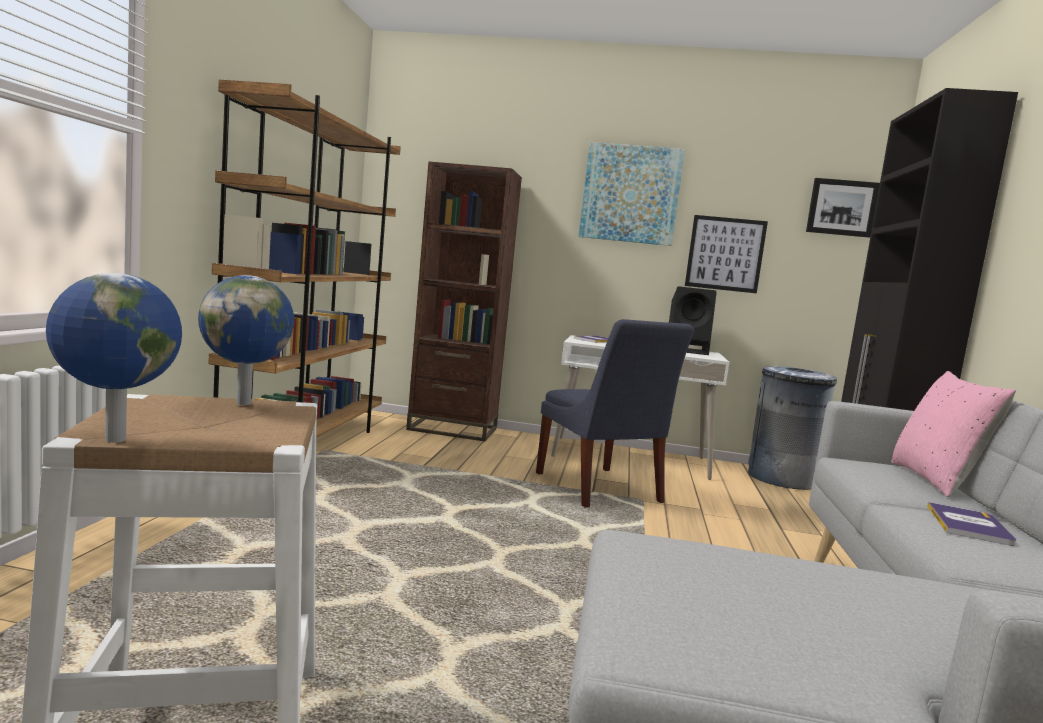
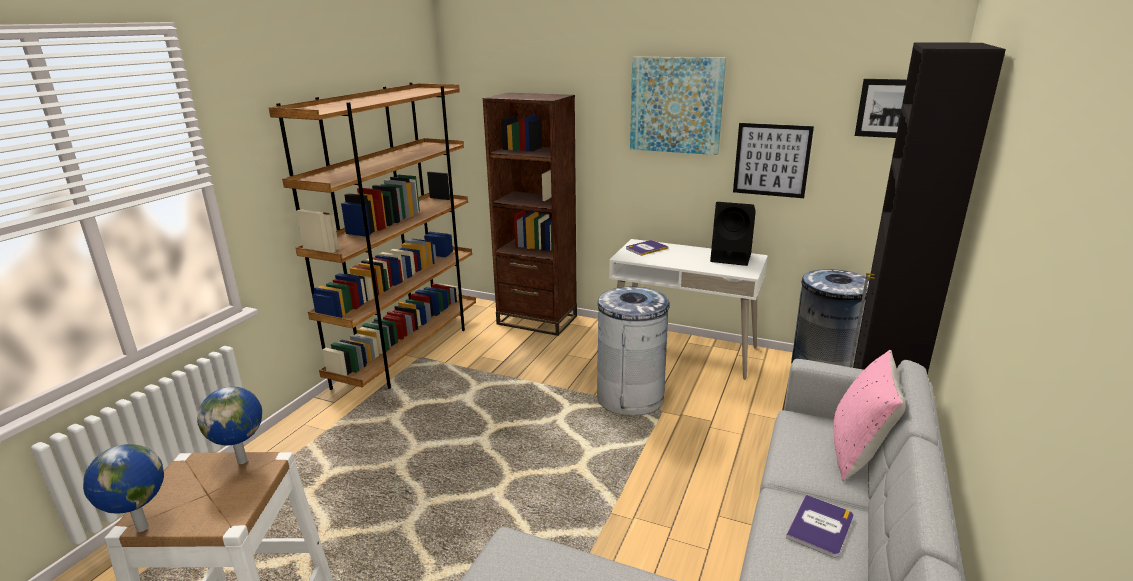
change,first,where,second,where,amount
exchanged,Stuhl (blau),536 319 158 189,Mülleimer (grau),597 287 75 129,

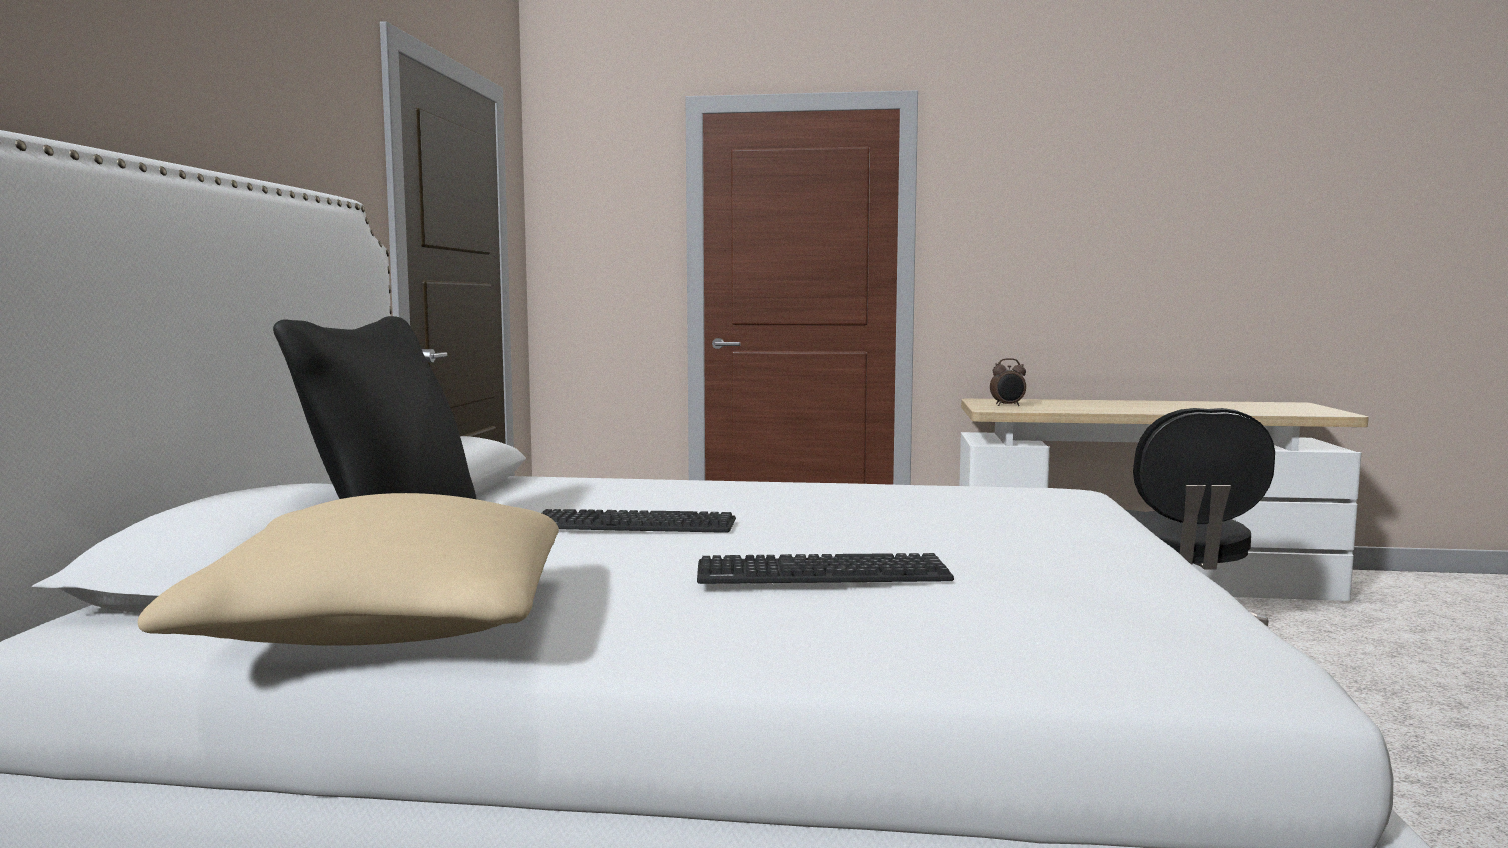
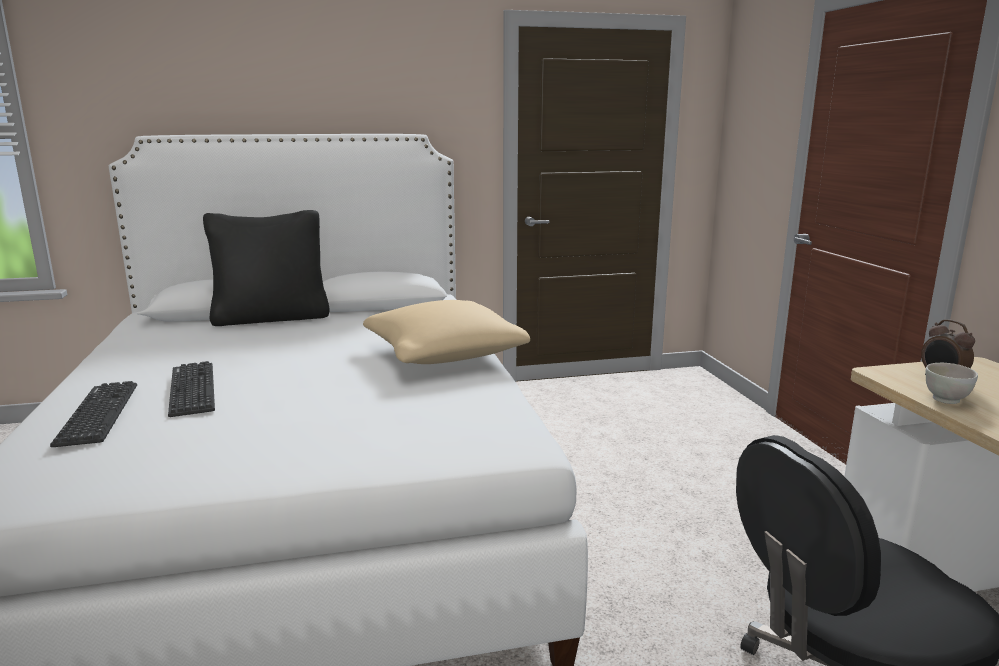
change,first,where,second,where,amount
appeared,,,Schüssel (weiß),926 363 52 41,
relocated,Kissen (beige),138 493 421 153,,363 300 167 64,
relocated,Tastatur,542 509 194 24,,50 381 87 66,

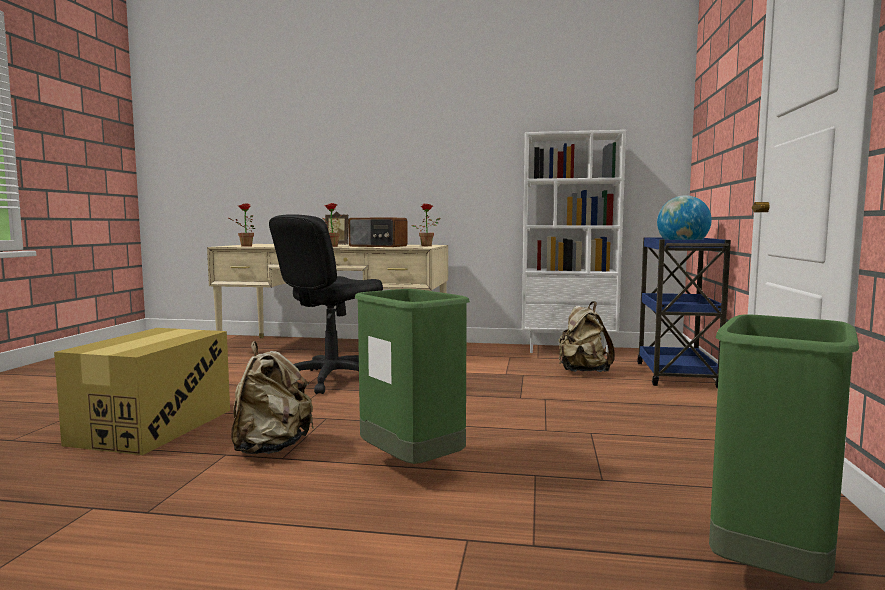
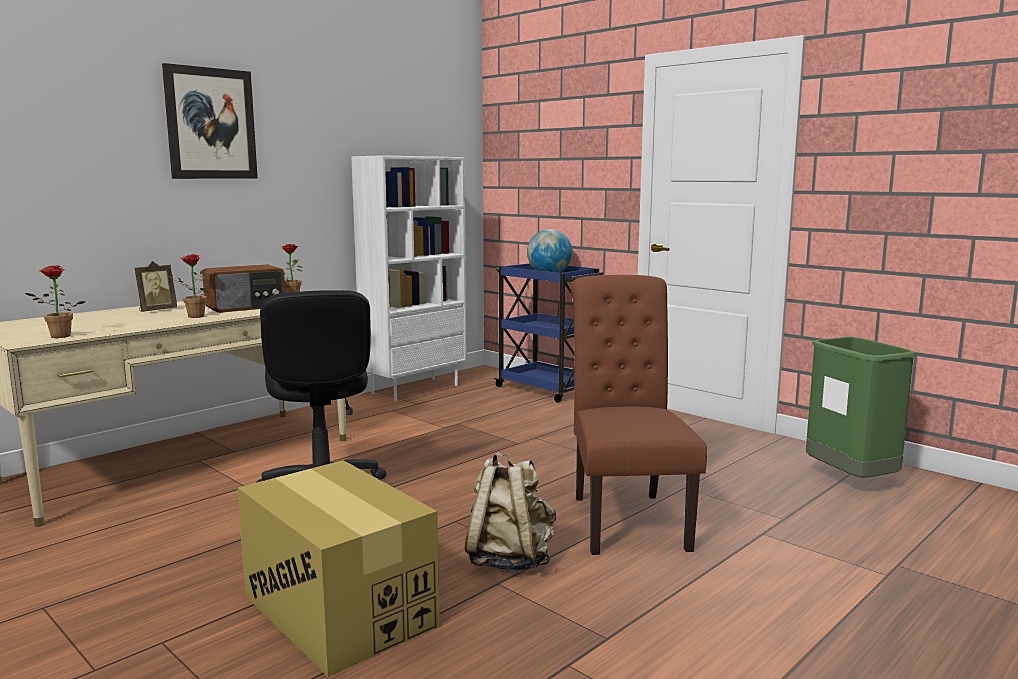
change,first,where,second,where,amount
missing,Rucksack (beige),559 301 56 71,,,
appeared,,,Bild,162 63 96 116,
exchanged,Mülleimer (grün),355 289 115 175,Stuhl (braun),571 275 136 280,

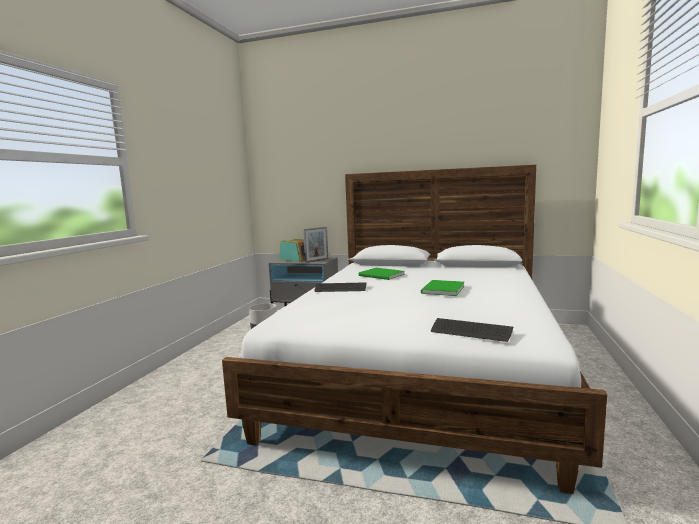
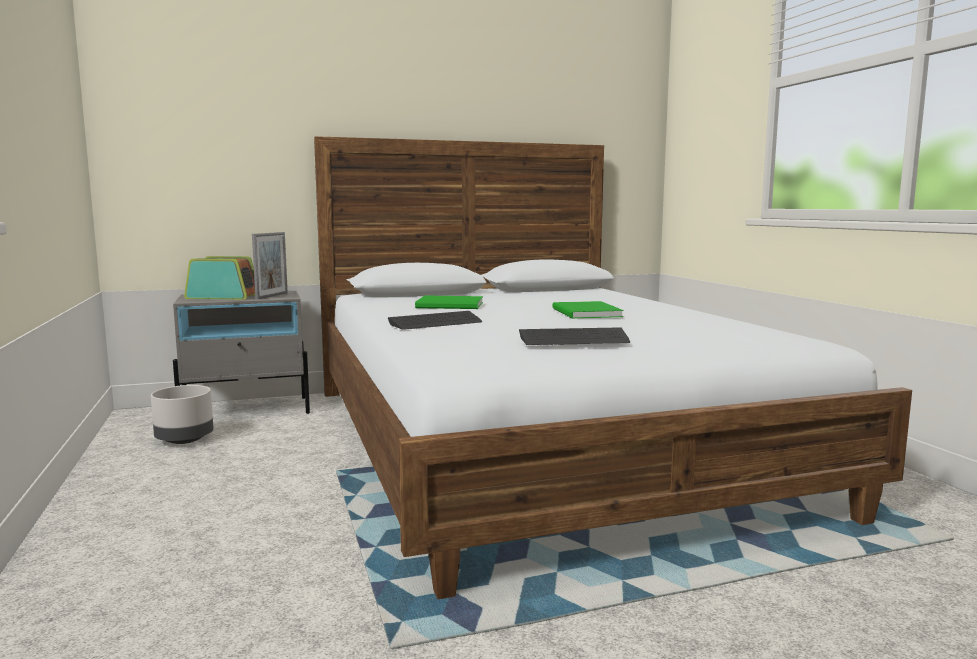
change,first,where,second,where,amount
relocated,Tastatur,431 318 82 24,,519 327 111 18,

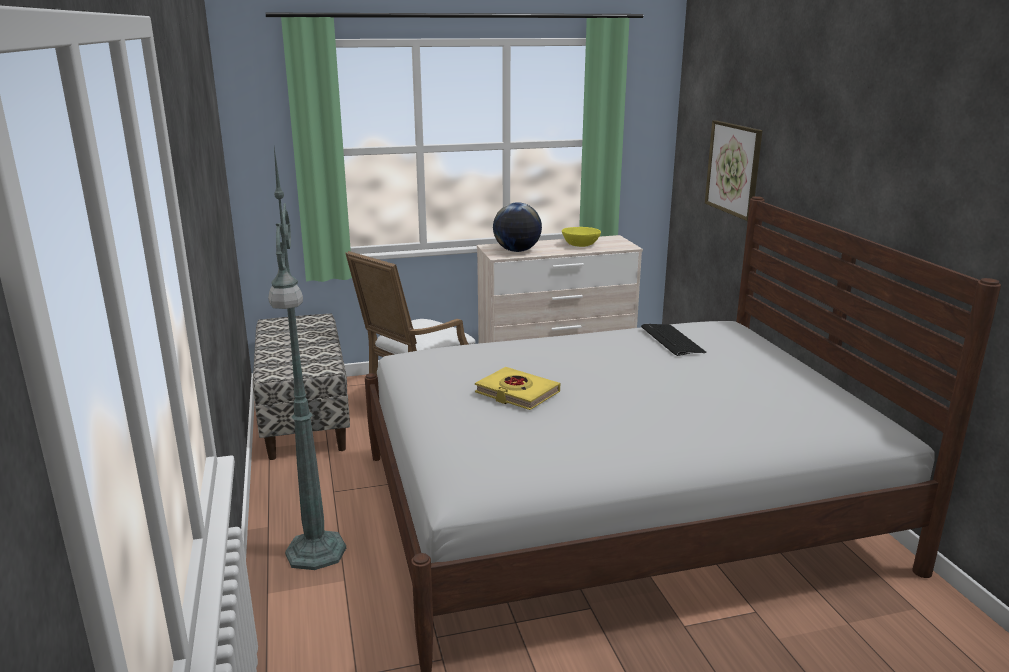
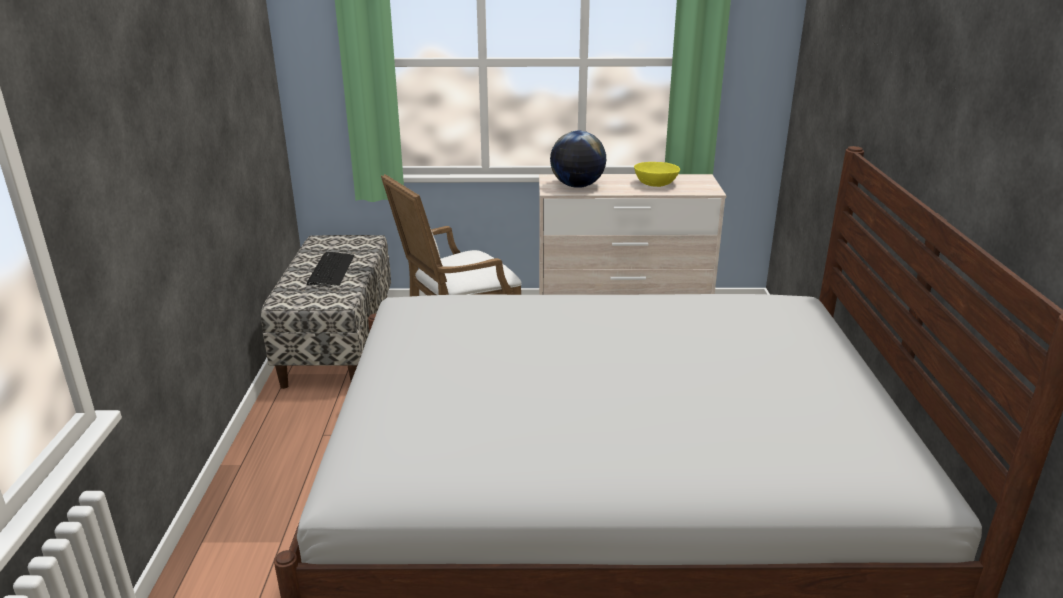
change,first,where,second,where,amount
missing,Stehlampe (grün),268 148 78 422,,,
missing,Buch (gelb),475 367 85 43,,,
missing,Bild,705 120 57 101,,,
relocated,Tastatur,641 324 65 32,,307 252 47 34,

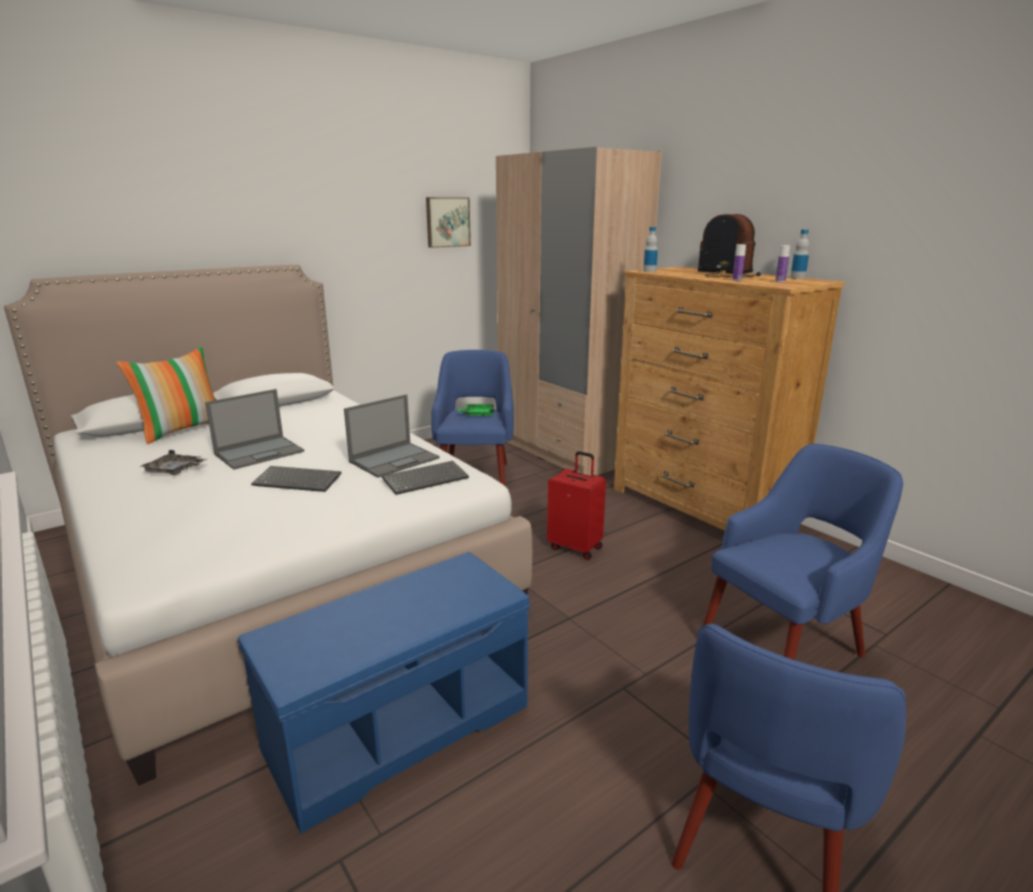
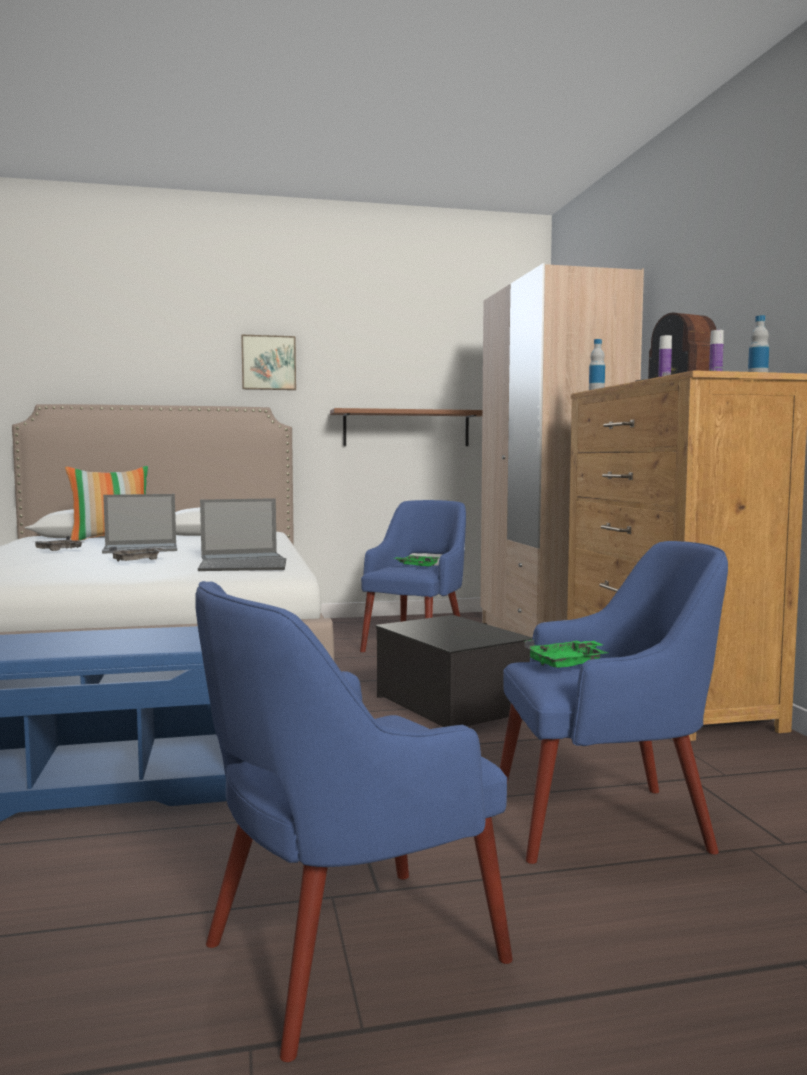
change,first,where,second,where,amount
appeared,,,Wandregal (braun),330 408 152 38,
appeared,,,Tablett (grün),525 640 83 28,
relocated,Bild,426 197 45 51,,241 334 55 56,
exchanged,Tastatur,251 466 90 26,Tablett (grau),109 546 58 16,
exchanged,Koffer (rot),547 451 59 109,Aufbewahrungsbox,375 615 157 112,

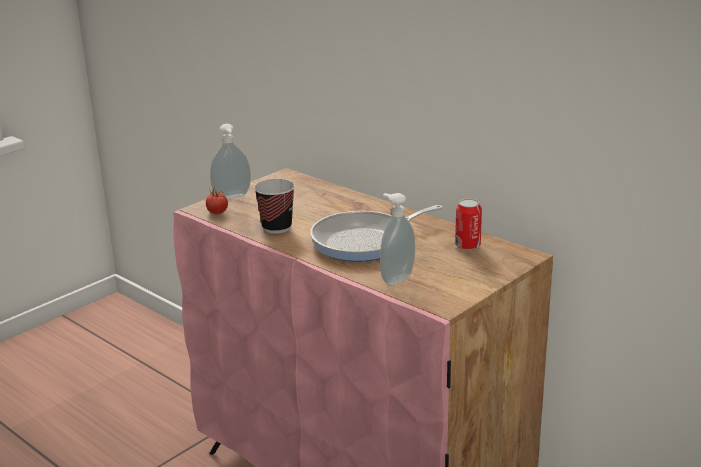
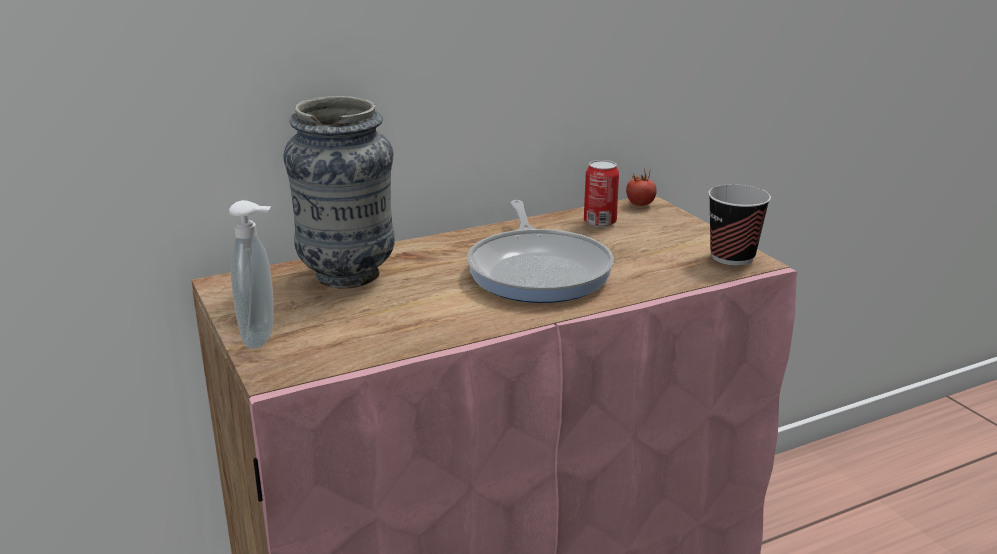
change,first,where,second,where,amount
missing,Seifenspender,380 193 35 92,,,
appeared,,,Vase,283 96 112 192,
relocated,Tomate,206 187 22 27,,626 169 31 37,
relocated,Tasse,254 179 41 55,,708 184 63 82,

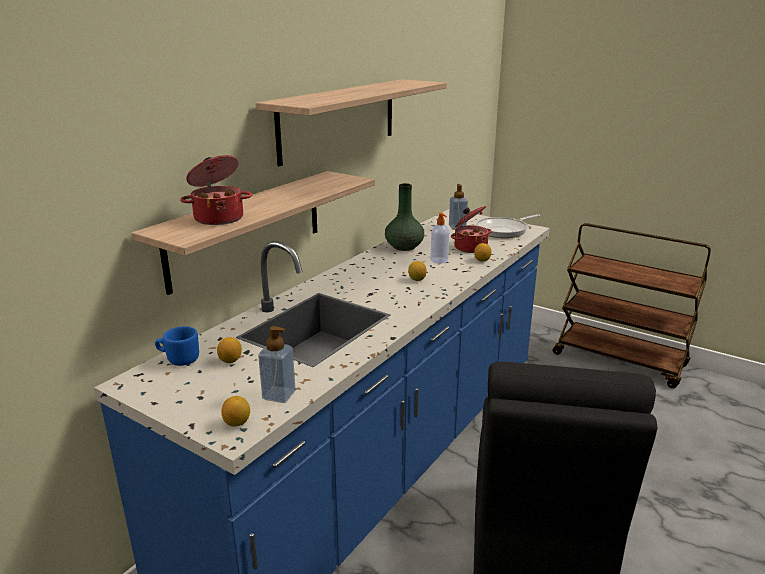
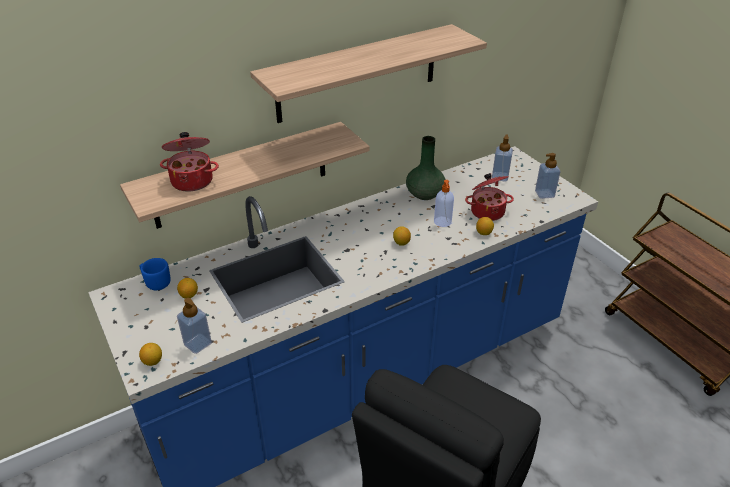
change,first,where,second,where,amount
exchanged,Pfanne,477 214 63 24,Seifenspender,535 153 25 46,

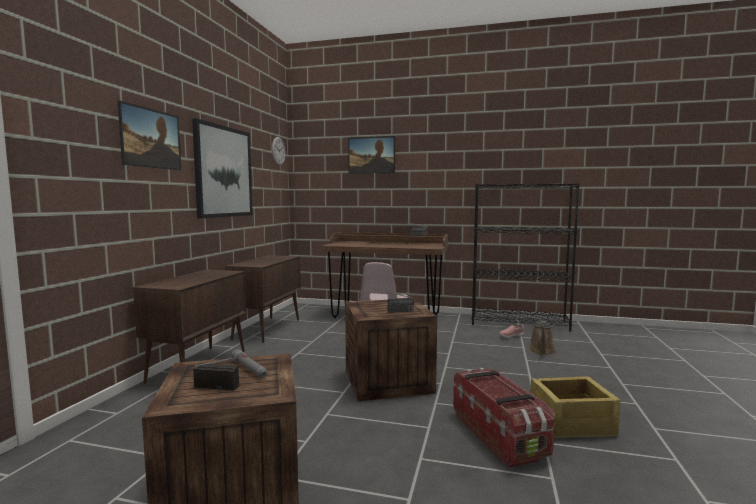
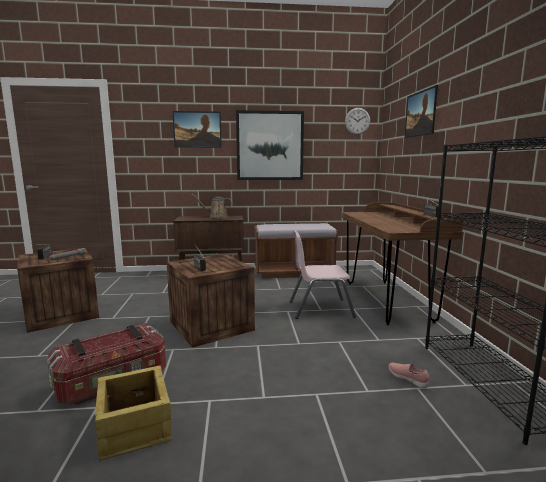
change,first,where,second,where,amount
relocated,Gießkanne (braun),529 321 27 34,,192 194 40 25,
exchanged,Schrank (braun),225 255 76 88,Bank (braun),254 223 84 55,

